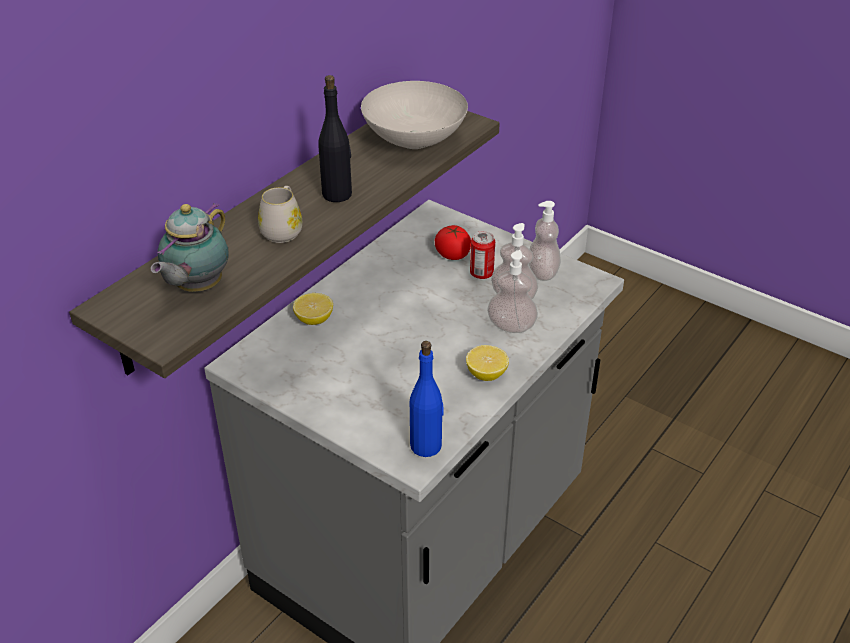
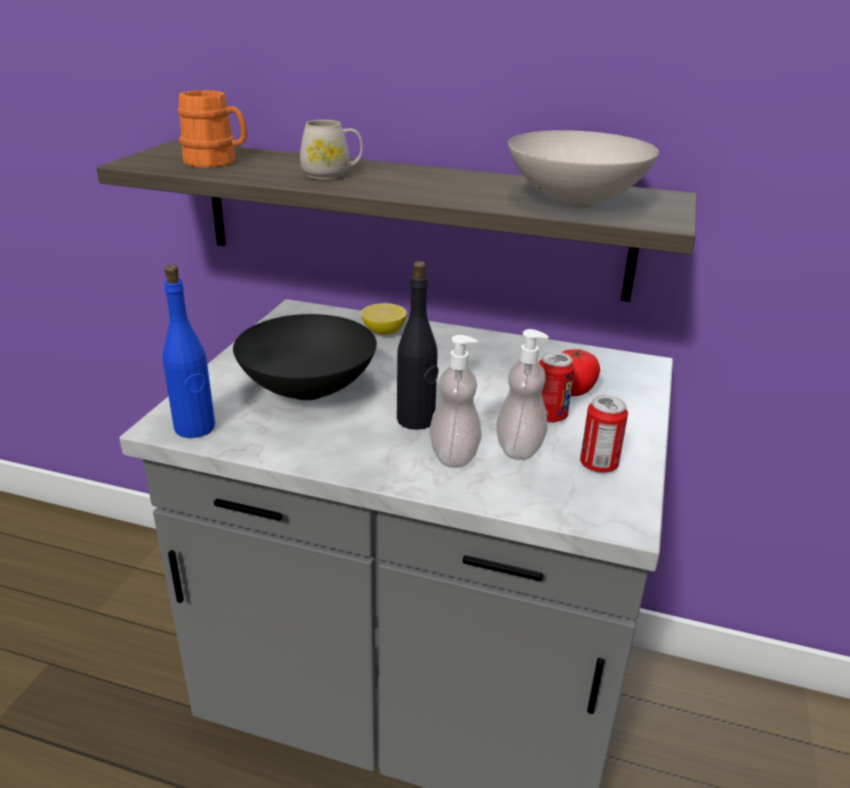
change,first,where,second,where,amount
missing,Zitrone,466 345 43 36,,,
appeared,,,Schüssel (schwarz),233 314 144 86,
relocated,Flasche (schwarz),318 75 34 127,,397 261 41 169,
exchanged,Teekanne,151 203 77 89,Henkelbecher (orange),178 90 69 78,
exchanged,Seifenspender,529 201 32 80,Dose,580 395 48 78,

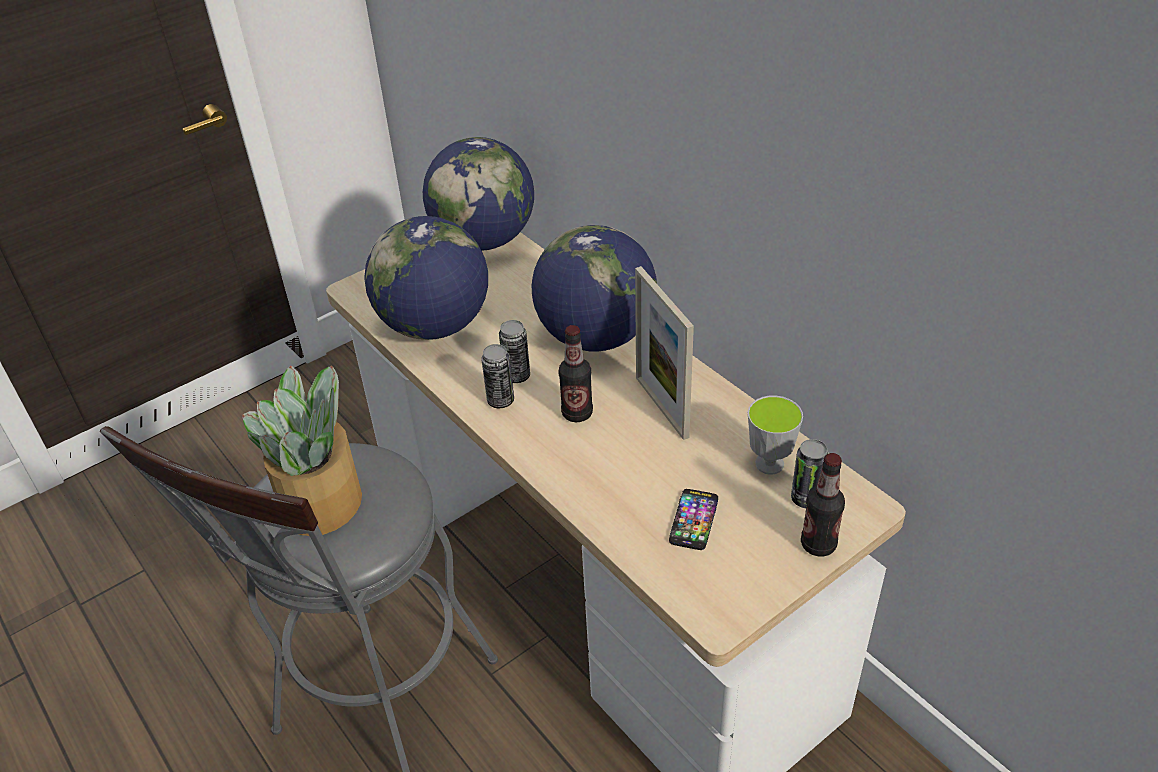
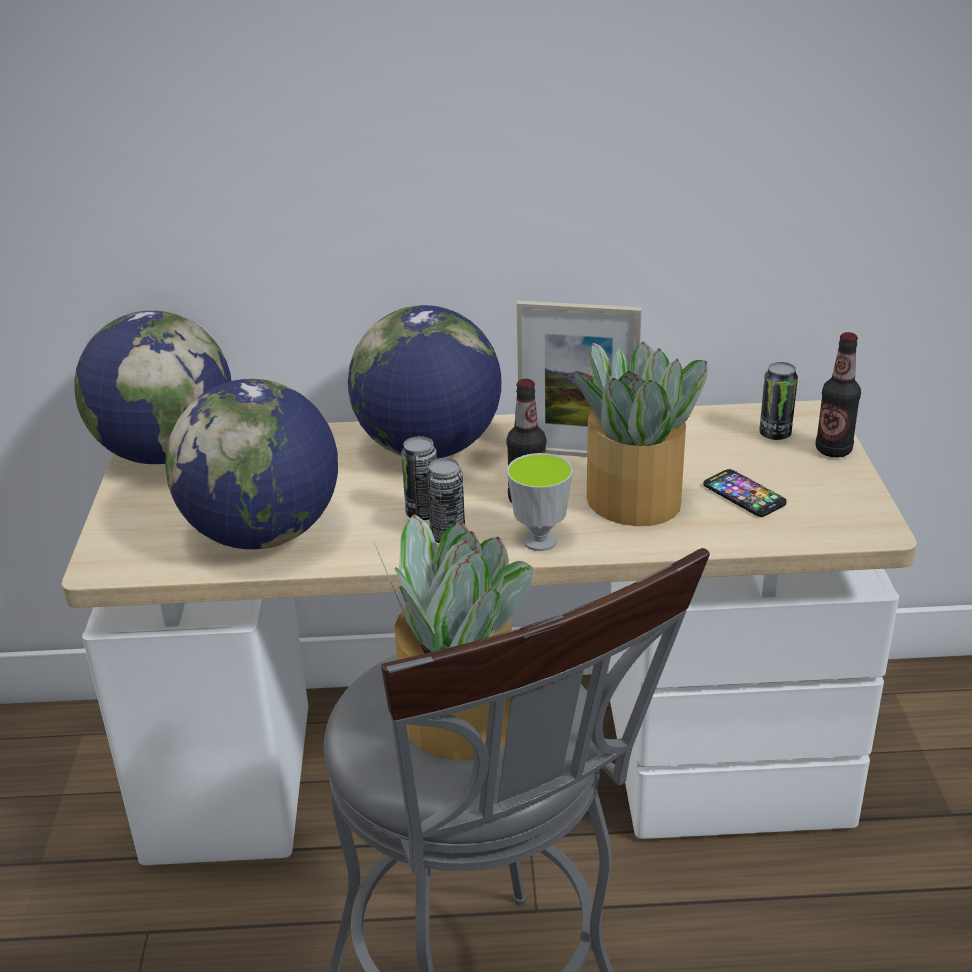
change,first,where,second,where,amount
appeared,,,Topfpflanze,575 342 132 184,
relocated,Tasse,748 396 55 79,,507 453 66 98,

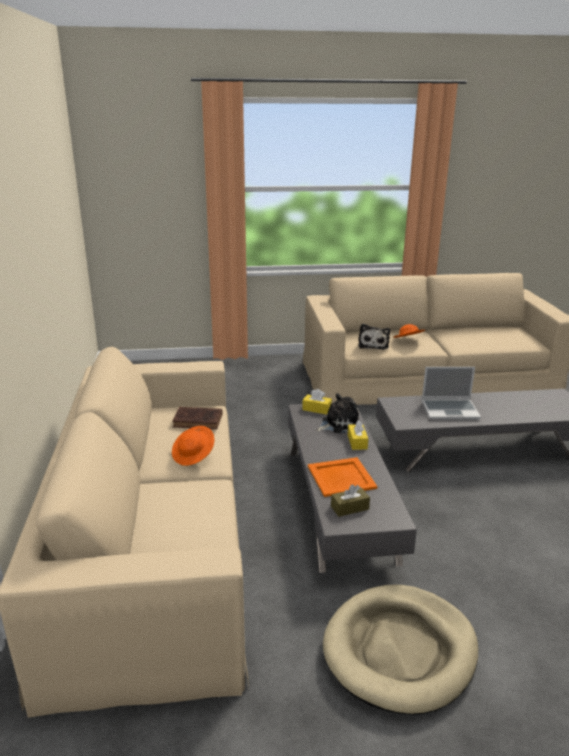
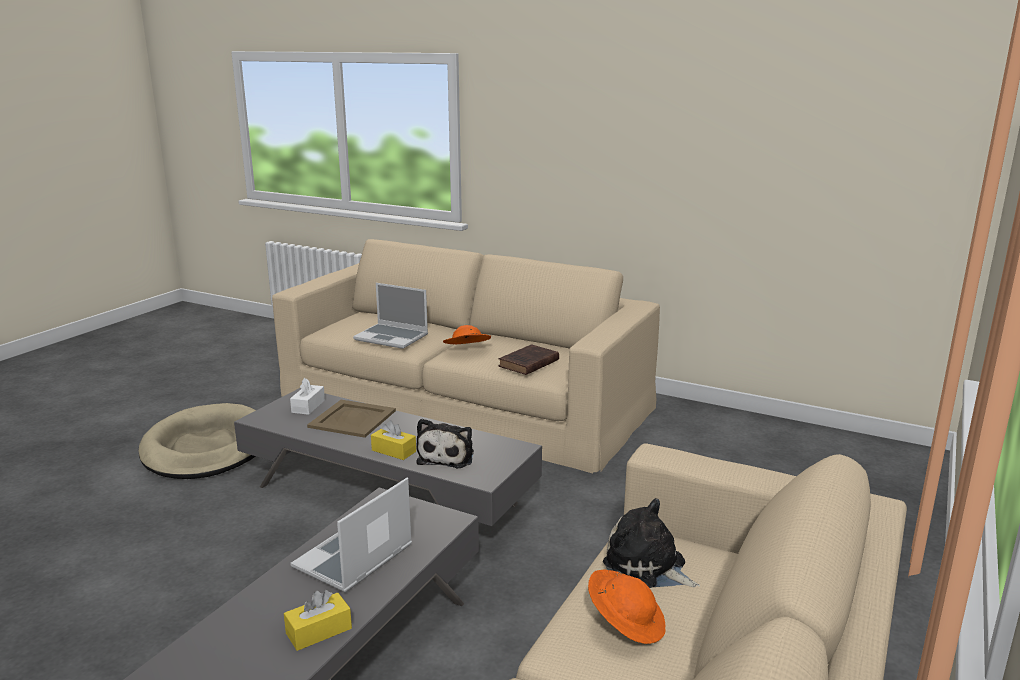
change,first,where,second,where,amount
appeared,,,Laptop,353 283 75 66,
relocated,Taschentuchbox (gelb),302 389 30 26,,284 590 68 61,
colour,Tablett (orange),308 457 69 40,Tablett (beige),307 400 89 38,
colour,Taschentuchbox (braun),331 484 39 33,Taschentuchbox (weiß),290 378 35 37,

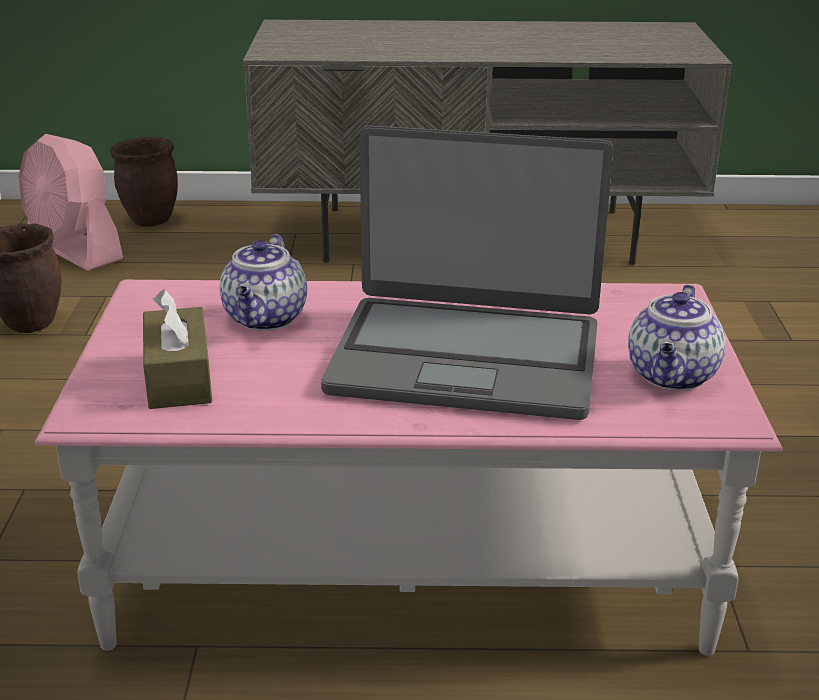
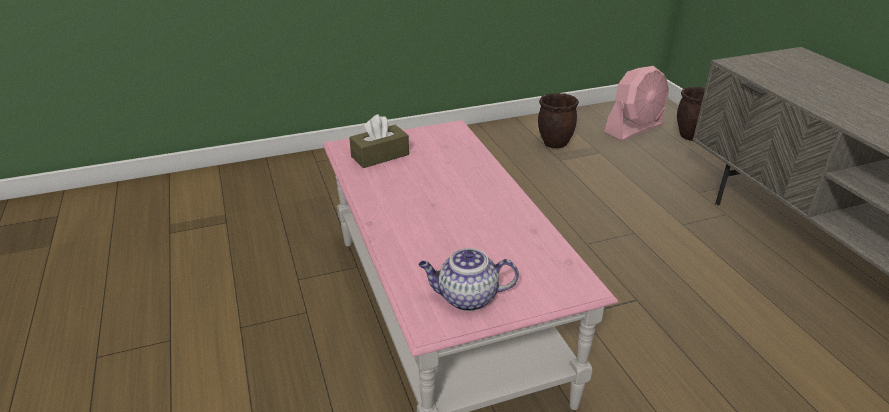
change,first,where,second,where,amount
missing,Teekanne,220 234 87 97,,,
missing,Laptop,321 125 292 295,,,
spun,Ventilator (rosa),18 134 105 137,,604 66 65 75,150 degrees counterclockwise

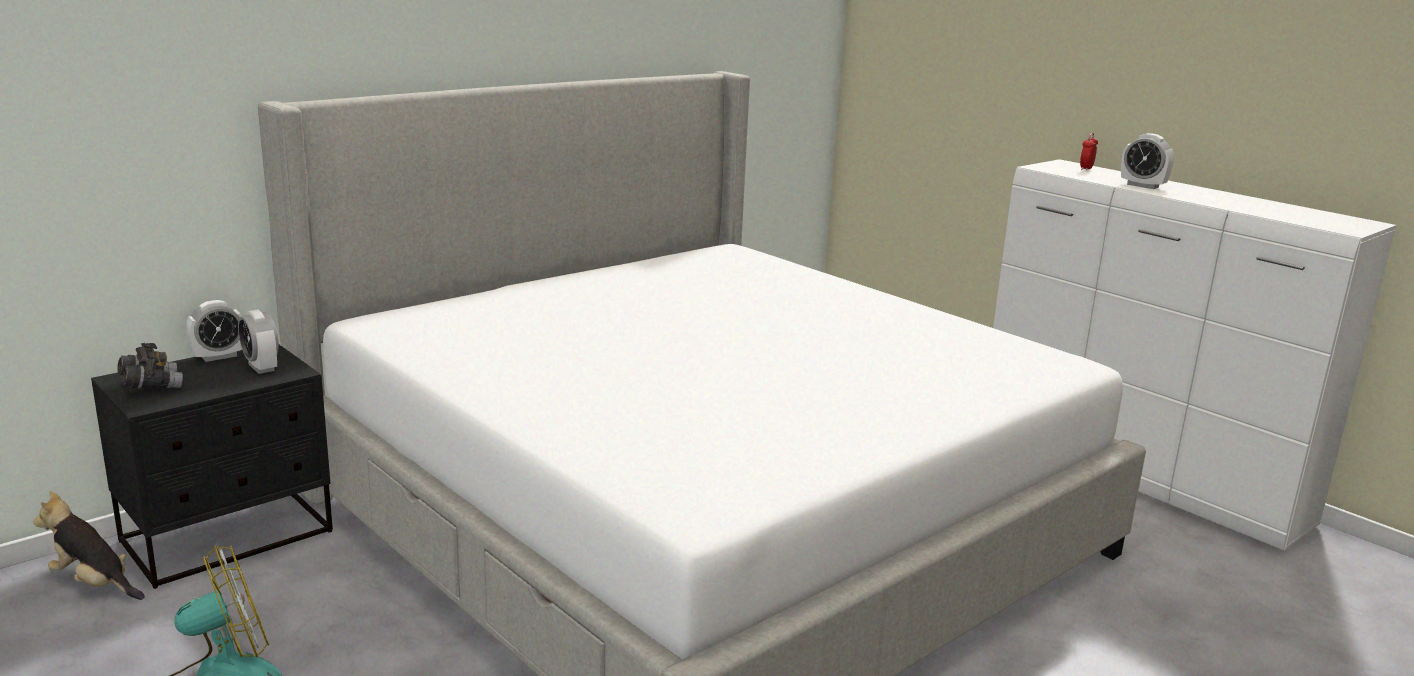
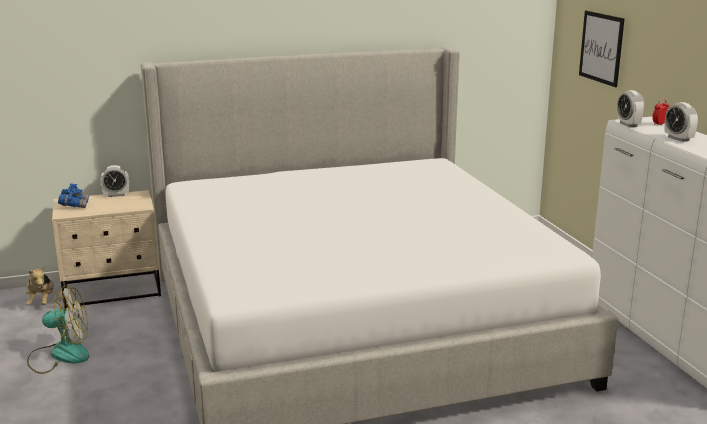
change,first,where,second,where,amount
appeared,,,Bild,579 11 46 76,
relocated,Wecker,238 310 41 64,,617 90 28 37,
colour,Nachttisch (schwarz),91 345 242 244,Nachttisch (beige),52 190 109 119,
colour,Fernglas (grau),117 343 66 46,Fernglas (blau),58 184 31 24,
spun,Plüschtier,33 491 112 109,,26 266 28 39,150 degrees counterclockwise

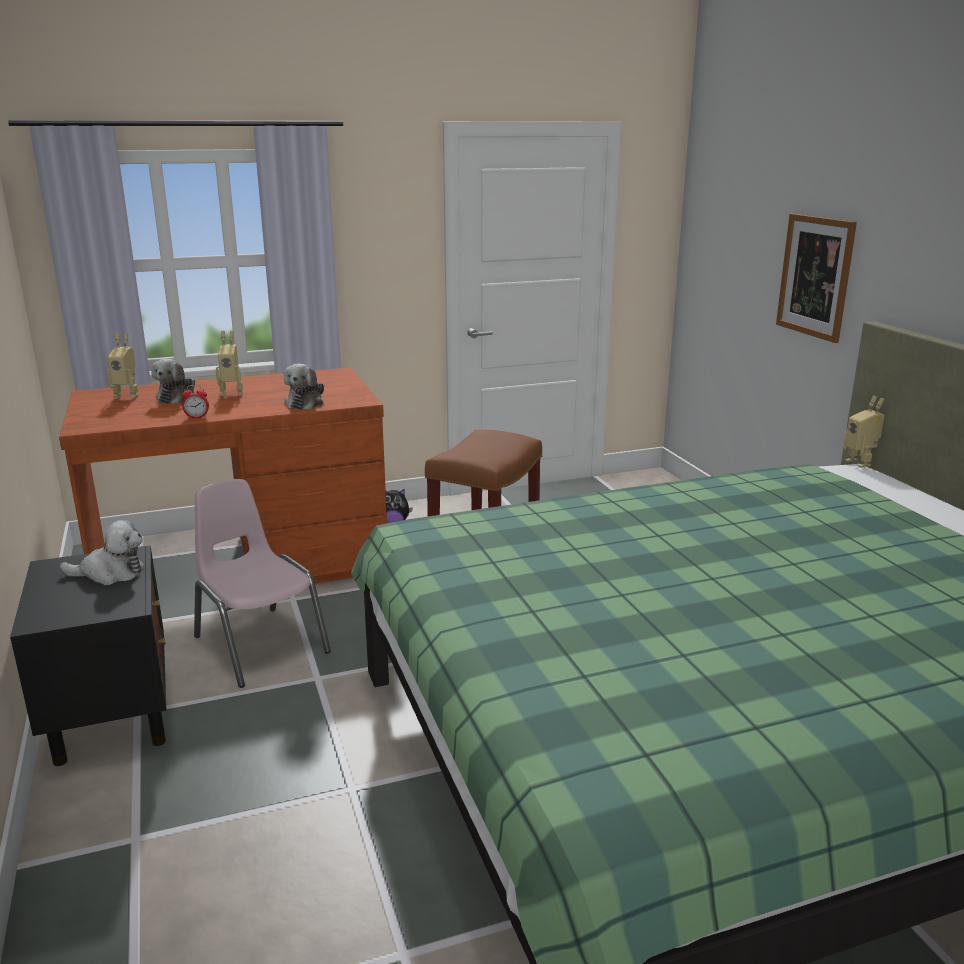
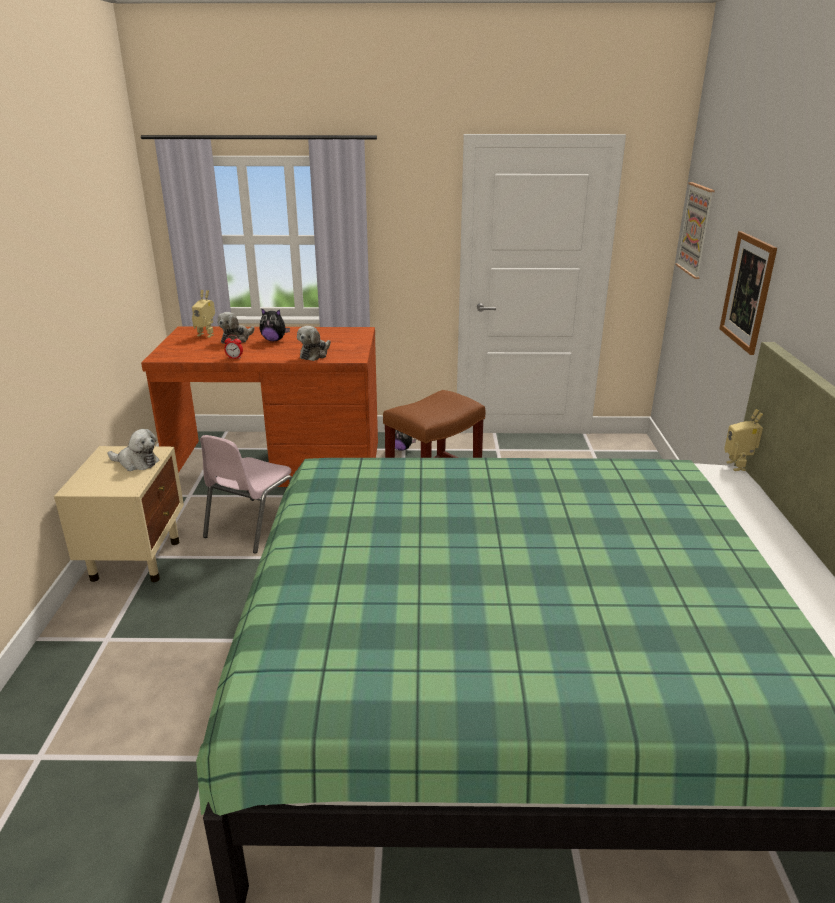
change,first,where,second,where,amount
appeared,,,Bild,676 182 39 97,
exchanged,Spielzeugroboter,216 331 27 65,Plüschtier,260 308 30 33,
colour,Nachttisch (schwarz),10 545 156 221,Nachttisch (beige),54 446 130 136,
spun,Stuhl (rosa),194 479 137 209,,200 435 92 118,135 degrees counterclockwise

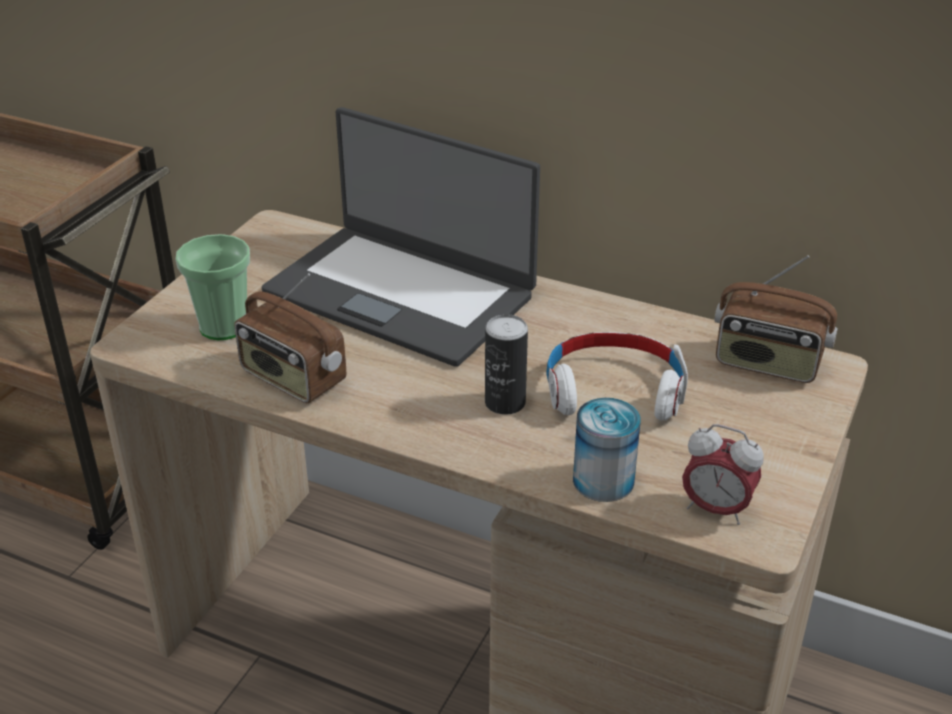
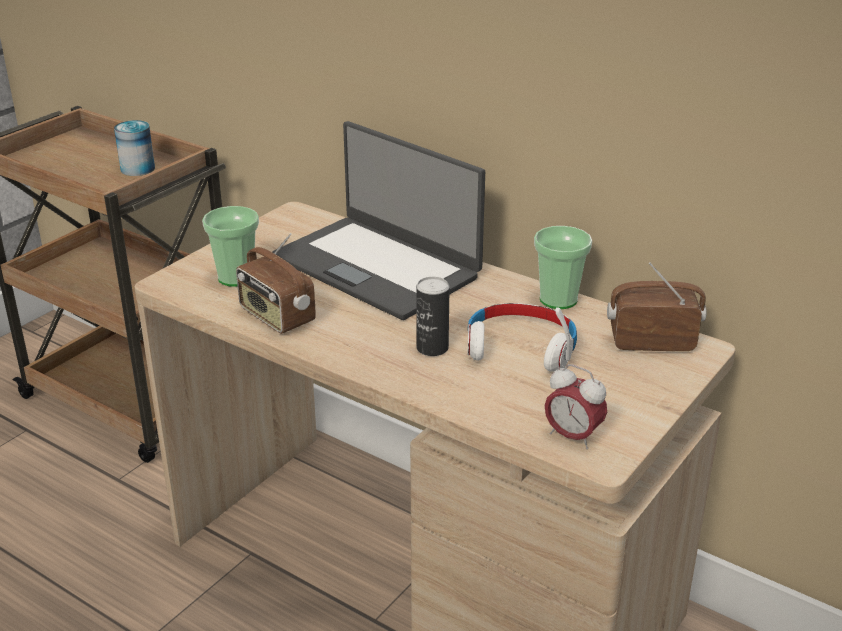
change,first,where,second,where,amount
appeared,,,Tasse,534 226 58 83,
relocated,Dose,573 398 68 104,,114 120 41 56,
spun,Radio,714 255 123 128,,607 262 100 89,150 degrees clockwise

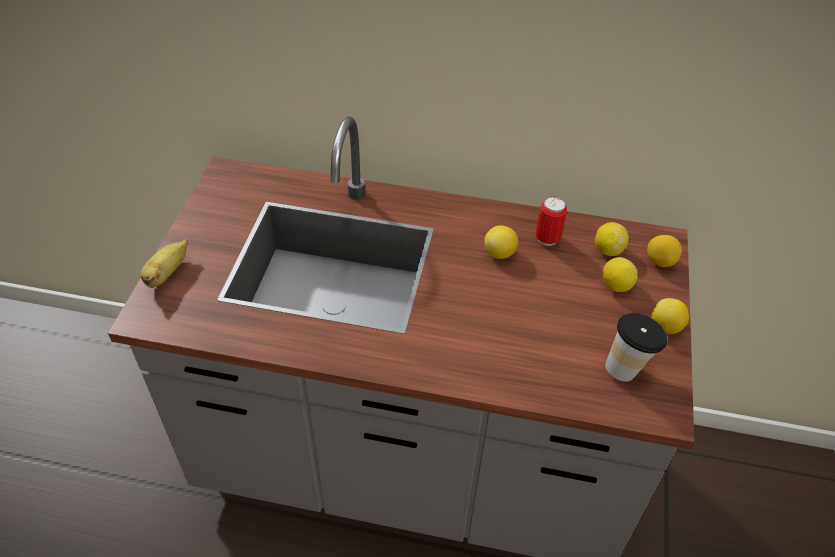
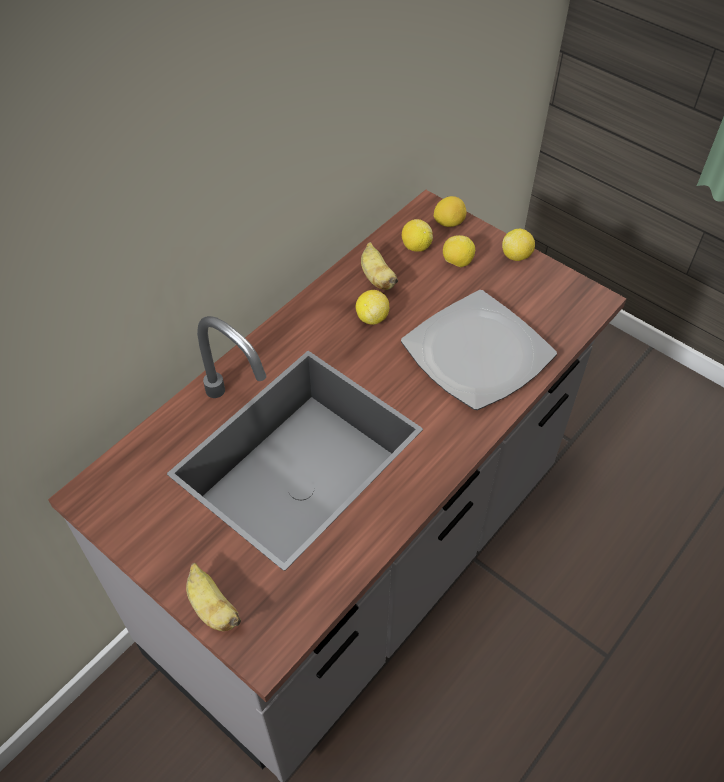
change,first,where,second,where,amount
missing,Tasse,605 313 62 69,,,
appeared,,,Teller,401 290 156 120,
exchanged,Dose,536 197 31 49,Banane,361 242 37 48,

